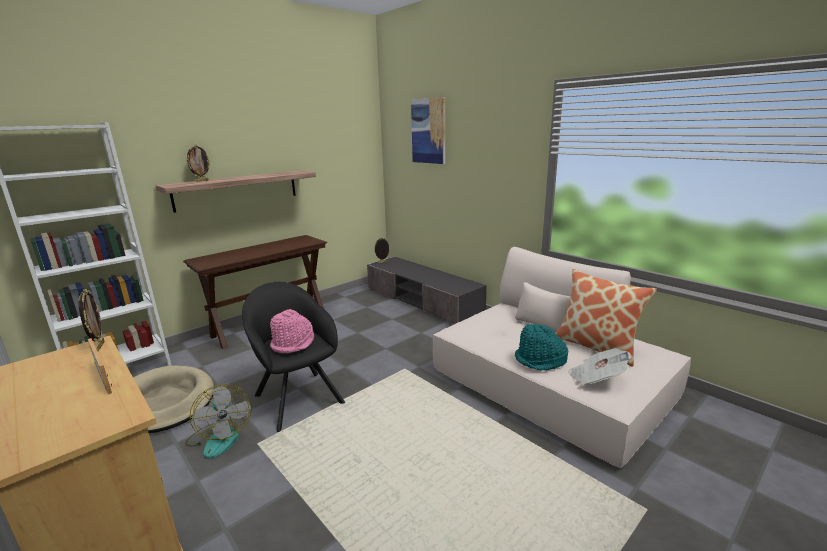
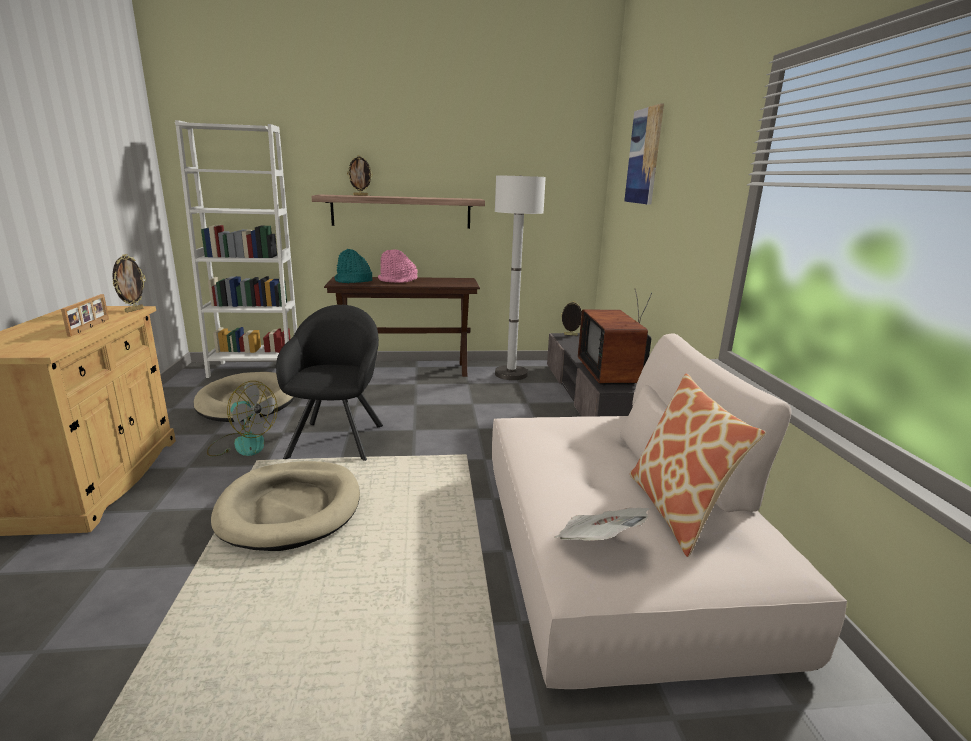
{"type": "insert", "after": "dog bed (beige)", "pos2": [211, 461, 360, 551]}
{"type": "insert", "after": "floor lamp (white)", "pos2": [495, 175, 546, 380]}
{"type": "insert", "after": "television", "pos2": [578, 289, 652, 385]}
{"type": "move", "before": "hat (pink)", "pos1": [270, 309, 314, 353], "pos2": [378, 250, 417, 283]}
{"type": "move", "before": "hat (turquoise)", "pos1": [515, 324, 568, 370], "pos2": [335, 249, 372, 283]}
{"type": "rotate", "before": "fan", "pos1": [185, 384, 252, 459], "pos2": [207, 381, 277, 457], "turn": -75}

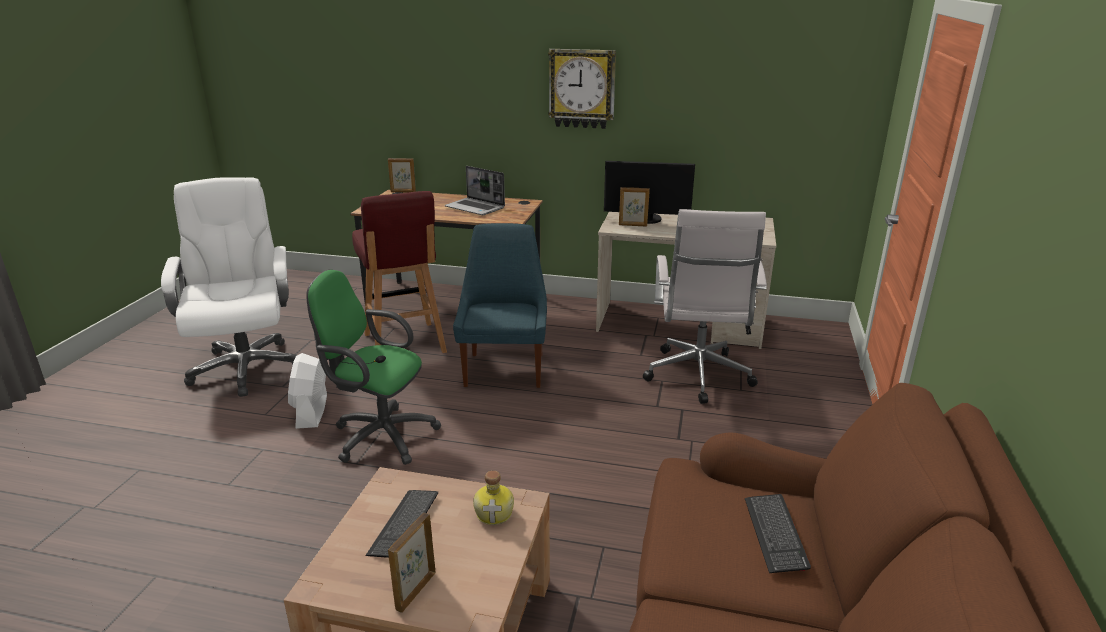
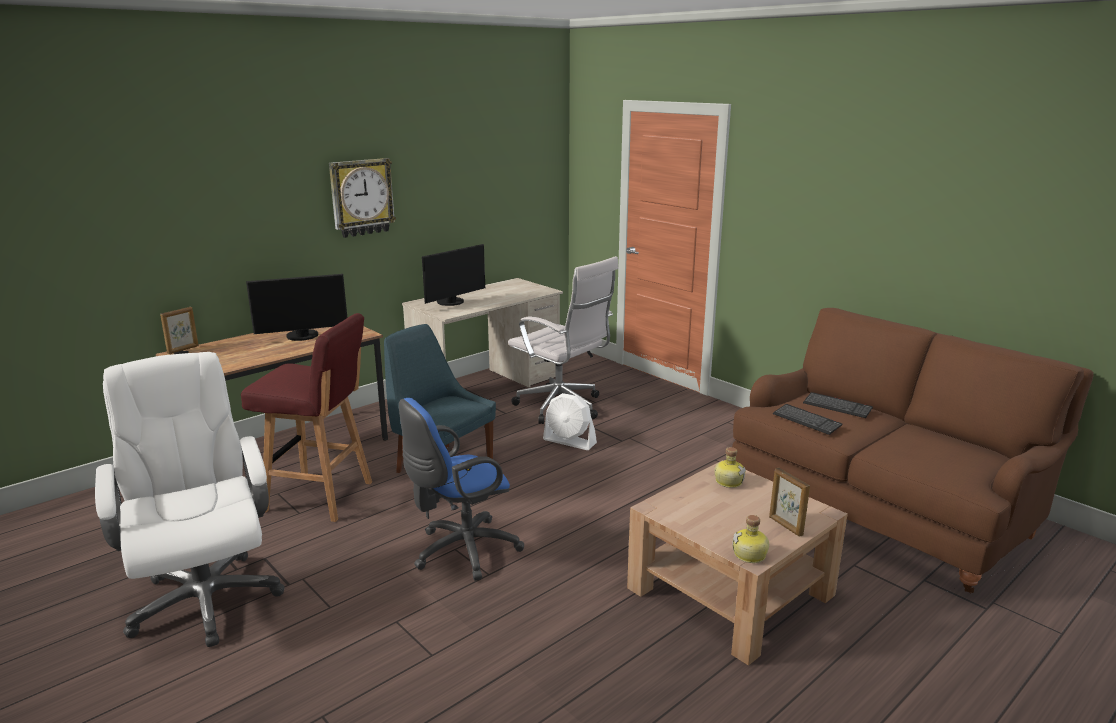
{"type": "delete", "before": "picture frame", "pos1": [619, 187, 650, 227]}
{"type": "insert", "after": "bottle", "pos2": [732, 515, 769, 563]}
{"type": "move", "before": "fan (white)", "pos1": [288, 353, 327, 429], "pos2": [543, 393, 597, 450]}
{"type": "move", "before": "keyboard", "pos1": [365, 490, 438, 558], "pos2": [773, 404, 842, 435]}
{"type": "replace", "before": "laptop", "after": "monitor", "pos1": [445, 166, 505, 215], "pos2": [246, 274, 347, 341]}
{"type": "recolor", "before": "office chair (green)", "after": "office chair (blue)", "pos1": [307, 269, 441, 465], "pos2": [399, 398, 524, 581]}
{"type": "rotate", "before": "office chair (white)", "pos1": [161, 177, 297, 397], "pos2": [95, 352, 285, 647], "turn": 45}

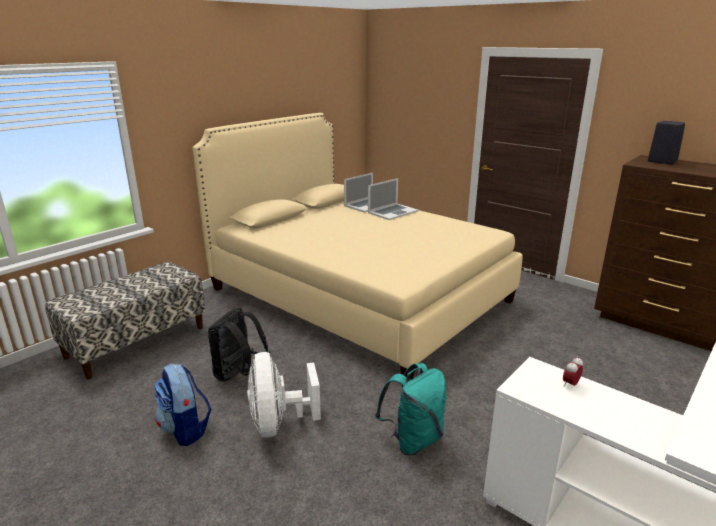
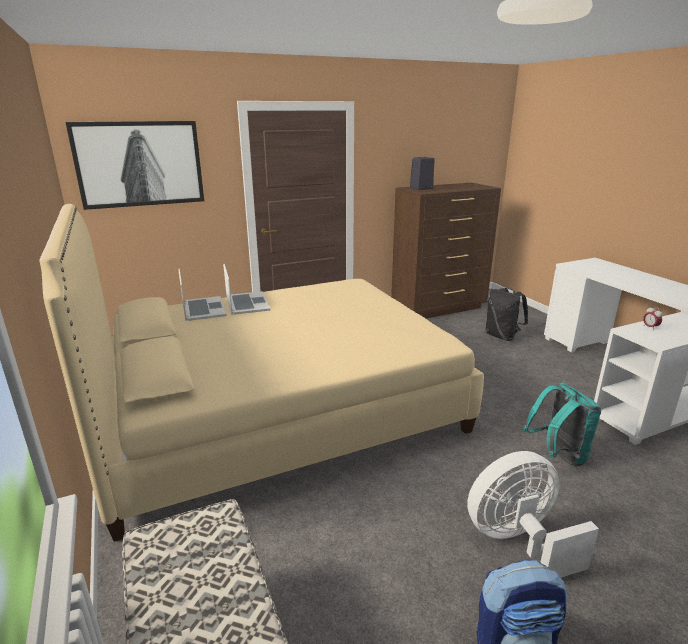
{"type": "insert", "after": "picture", "pos2": [65, 121, 204, 210]}
{"type": "move", "before": "backpack (black)", "pos1": [208, 307, 270, 382], "pos2": [485, 288, 528, 341]}
{"type": "rotate", "before": "fan (white)", "pos1": [247, 352, 321, 437], "pos2": [467, 451, 599, 578], "turn": 150}

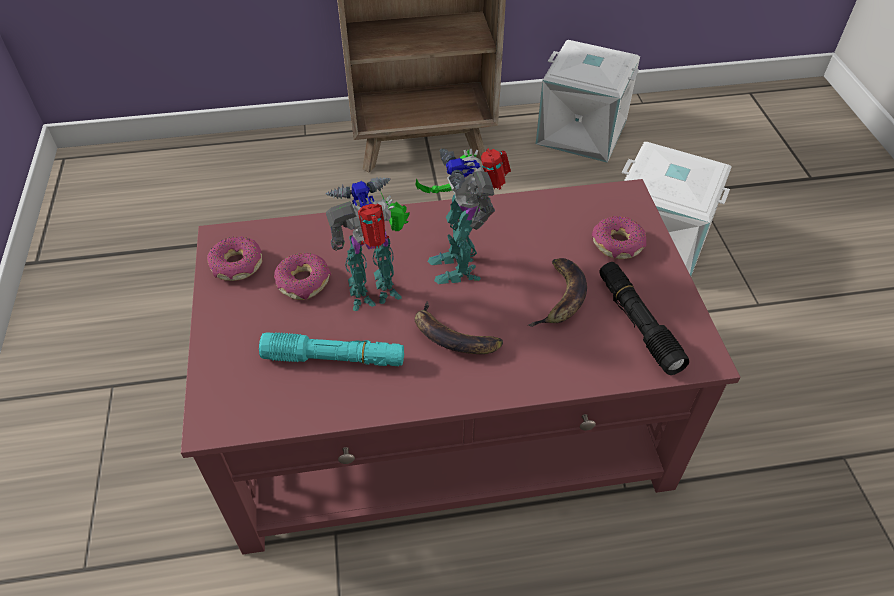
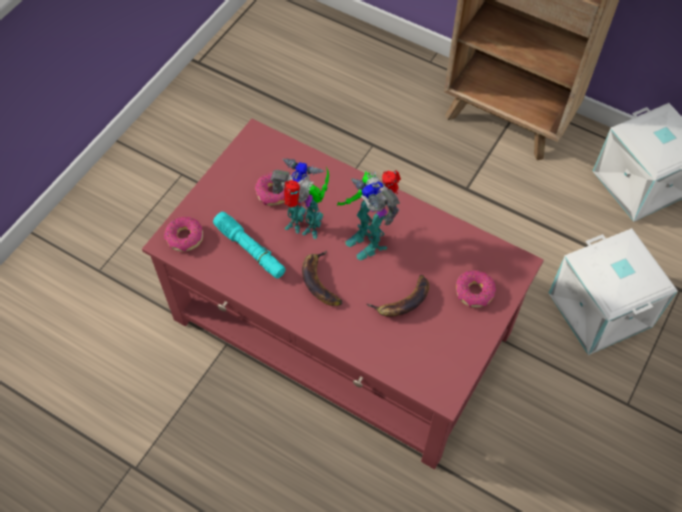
{"type": "delete", "before": "flashlight (black)", "pos1": [599, 262, 689, 375]}
{"type": "move", "before": "donut", "pos1": [207, 236, 262, 281], "pos2": [164, 217, 203, 252]}
{"type": "rotate", "before": "toy robot", "pos1": [415, 148, 511, 284], "pos2": [337, 170, 401, 260], "turn": -60}

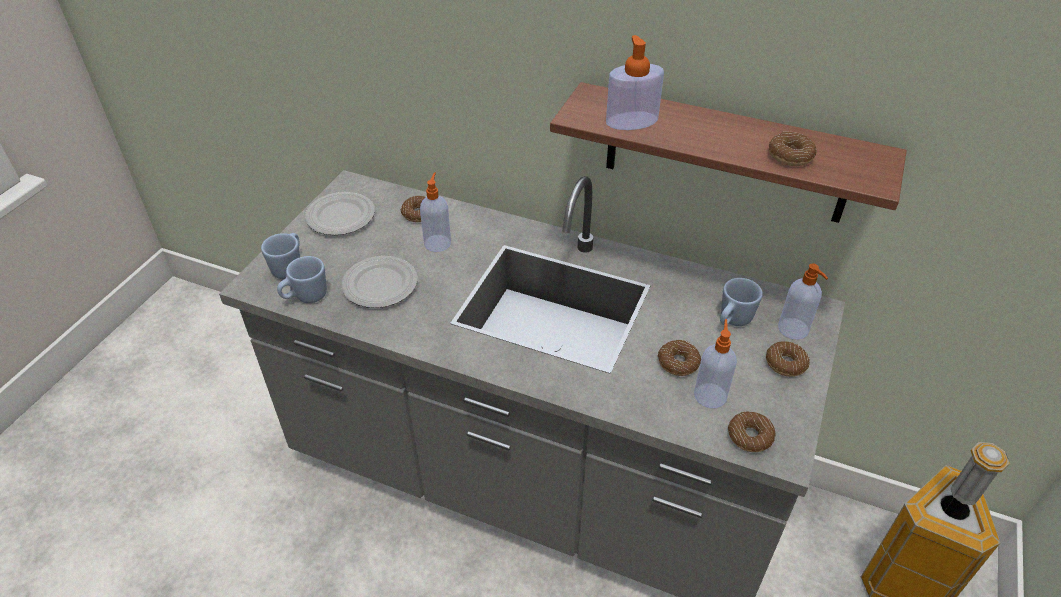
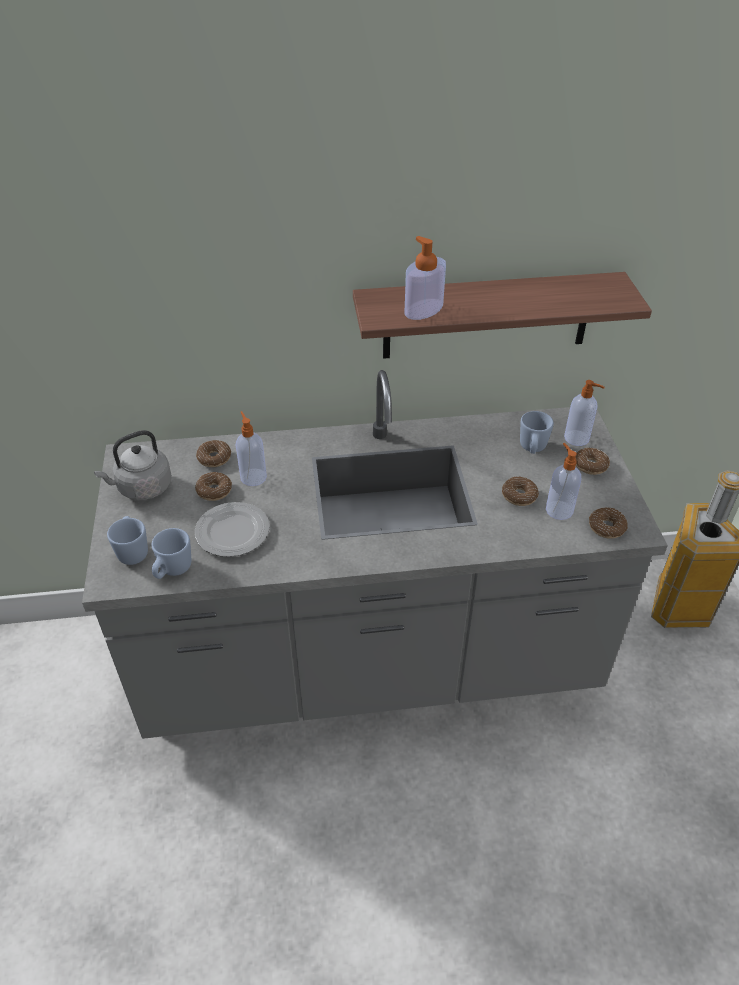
{"type": "move", "before": "donut", "pos1": [769, 132, 816, 166], "pos2": [195, 472, 232, 501]}
{"type": "replace", "before": "plate", "after": "kettle (grey)", "pos1": [305, 192, 375, 235], "pos2": [94, 430, 172, 500]}

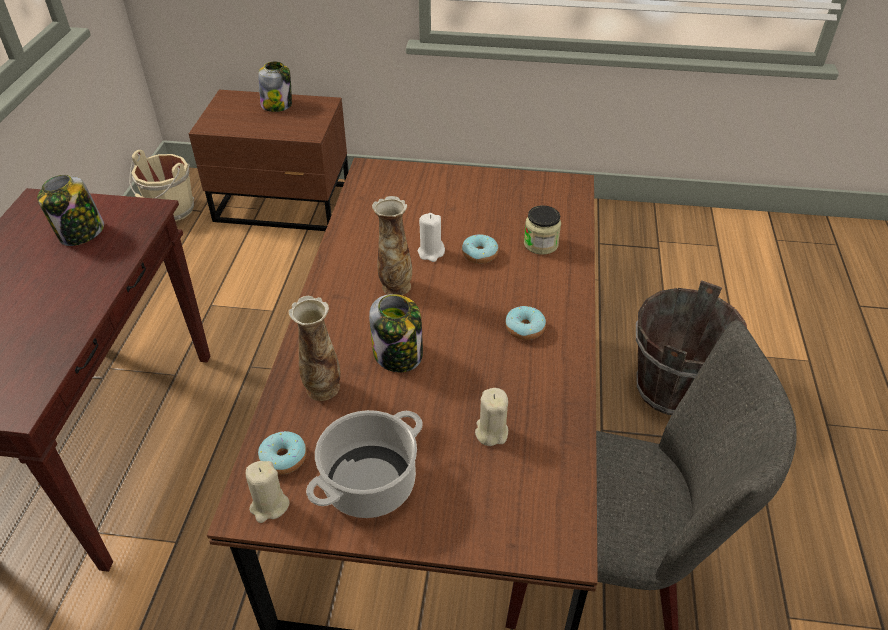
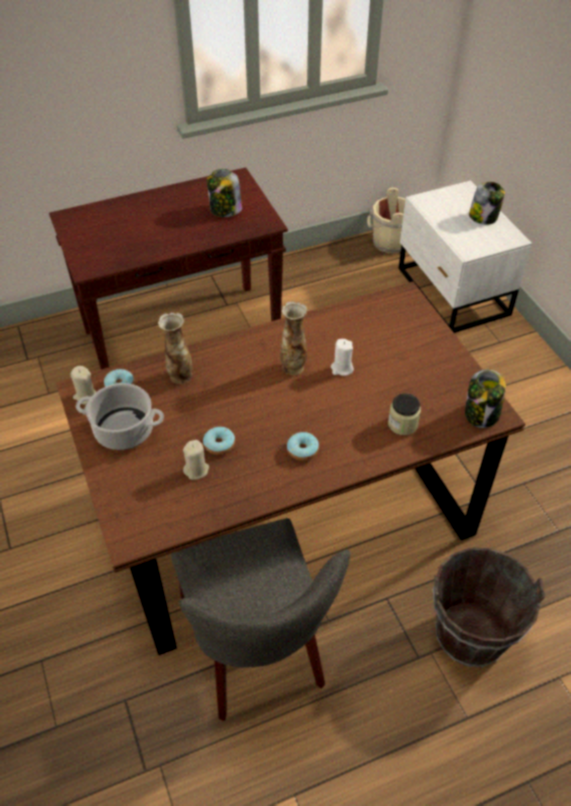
{"type": "move", "before": "jar", "pos1": [369, 294, 423, 372], "pos2": [465, 370, 506, 428]}
{"type": "move", "before": "donut", "pos1": [462, 234, 499, 264], "pos2": [203, 427, 235, 455]}
{"type": "recolor", "before": "nightstand (brown)", "after": "nightstand (white)", "pos1": [189, 90, 349, 231], "pos2": [399, 181, 532, 333]}

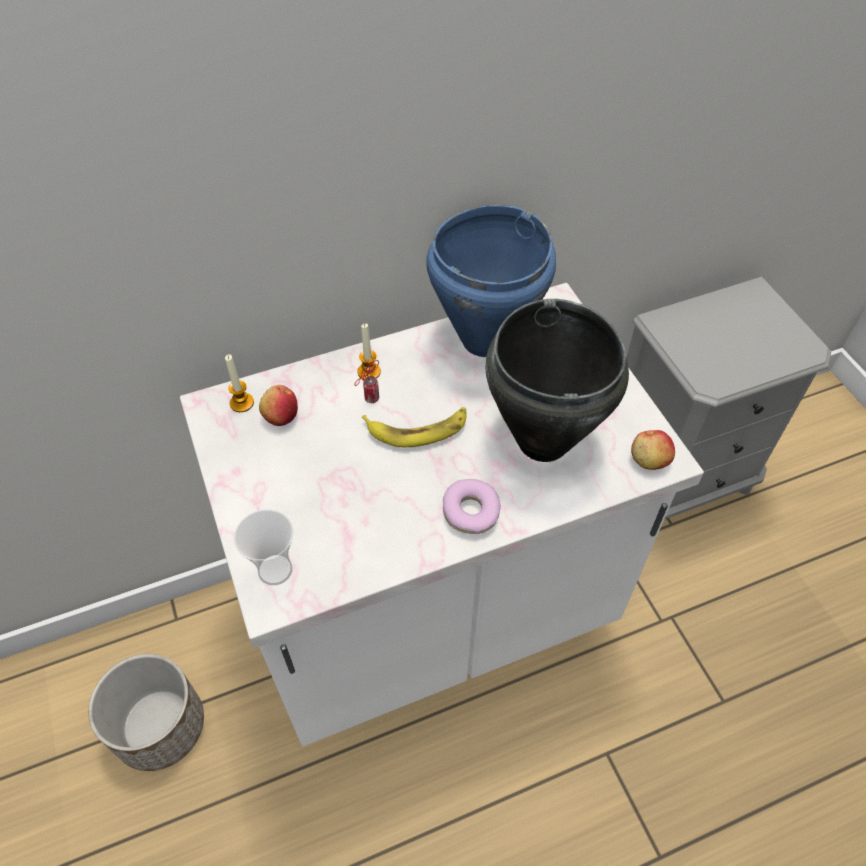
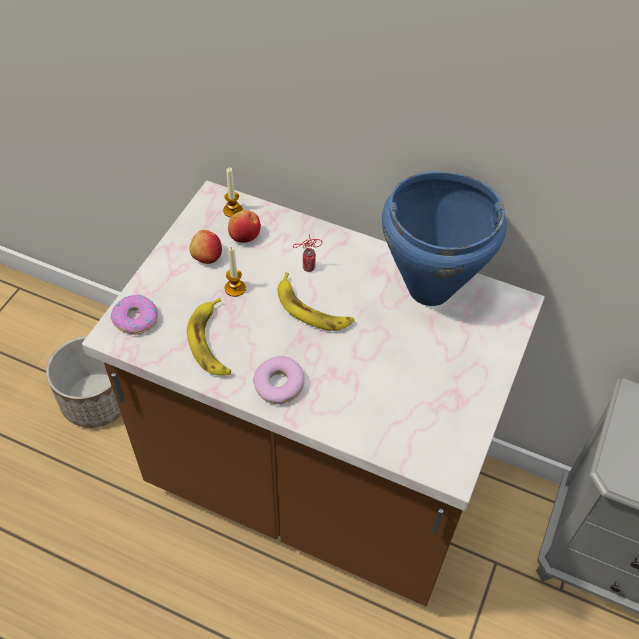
{"type": "delete", "before": "cooking pot (black)", "pos1": [485, 299, 629, 462]}
{"type": "insert", "after": "banana", "pos2": [187, 298, 231, 375]}
{"type": "move", "before": "candle", "pos1": [357, 323, 381, 380], "pos2": [225, 247, 246, 297]}
{"type": "move", "before": "apple", "pos1": [631, 430, 675, 470], "pos2": [189, 230, 222, 264]}
{"type": "replace", "before": "cup", "after": "donut", "pos1": [234, 509, 294, 585], "pos2": [111, 295, 158, 335]}
{"type": "recolor", "before": "counter (white)", "after": "counter (brown)", "pos1": [180, 283, 704, 746], "pos2": [82, 181, 545, 606]}

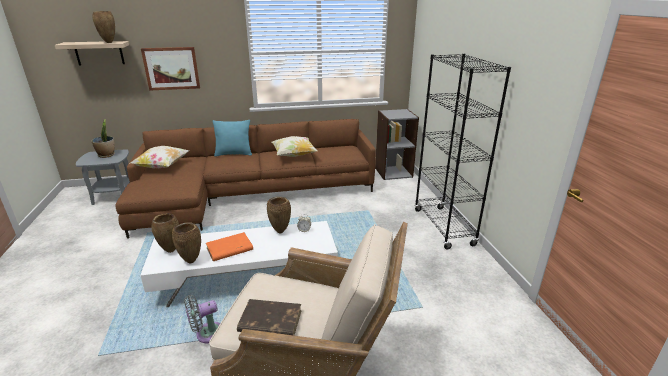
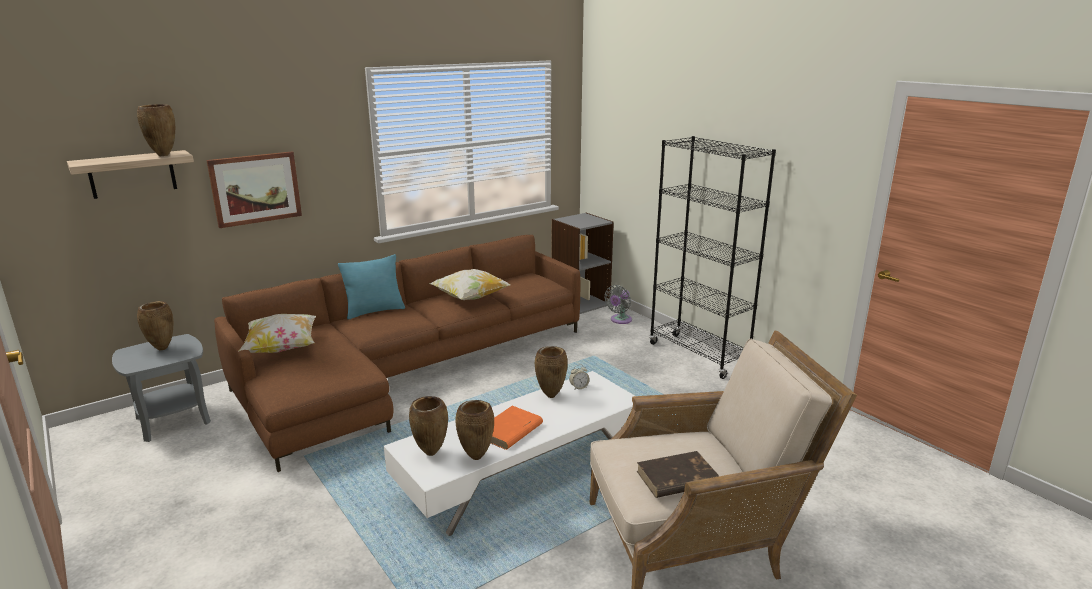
{"type": "move", "before": "fan (grey)", "pos1": [184, 295, 220, 343], "pos2": [604, 285, 632, 324]}
{"type": "replace", "before": "potted plant", "after": "vase (brown)", "pos1": [92, 119, 115, 158], "pos2": [137, 301, 173, 350]}

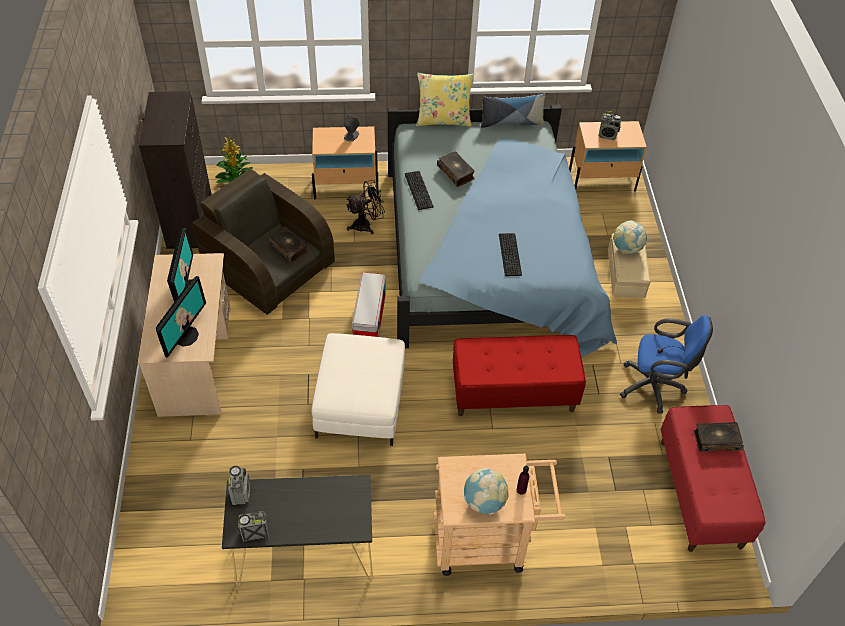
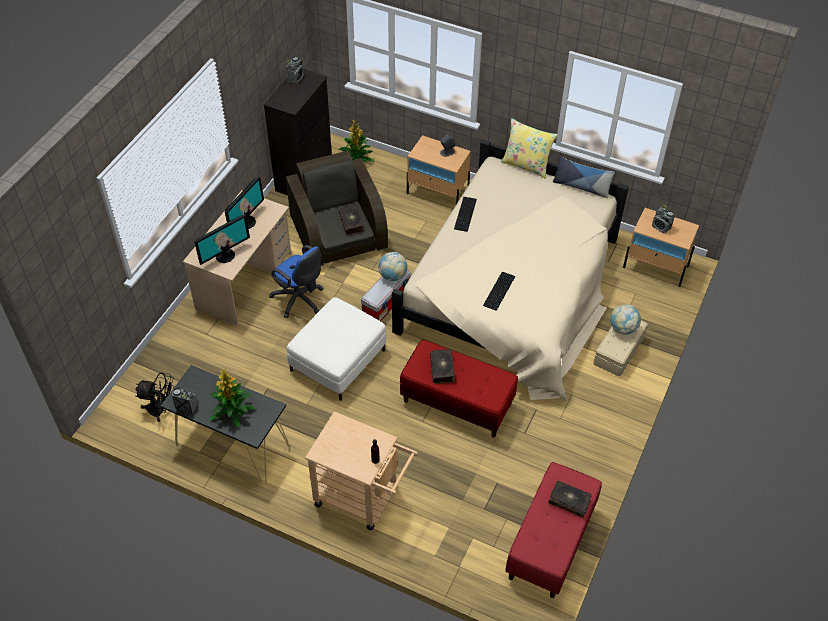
{"type": "insert", "after": "potted plant", "pos2": [209, 368, 256, 427]}
{"type": "move", "before": "radio", "pos1": [228, 466, 250, 505], "pos2": [286, 56, 304, 84]}
{"type": "move", "before": "fan (black)", "pos1": [347, 180, 385, 234], "pos2": [135, 372, 175, 422]}
{"type": "move", "before": "book", "pos1": [437, 151, 475, 187], "pos2": [430, 349, 455, 384]}
{"type": "move", "before": "globe", "pos1": [464, 468, 509, 515], "pos2": [378, 252, 407, 281]}
{"type": "move", "before": "office chair (blue)", "pos1": [620, 315, 713, 414], "pos2": [269, 245, 324, 318]}
{"type": "recolor", "before": "bed (blue)", "after": "bed (beige)", "pos1": [388, 105, 617, 357], "pos2": [392, 139, 629, 401]}

